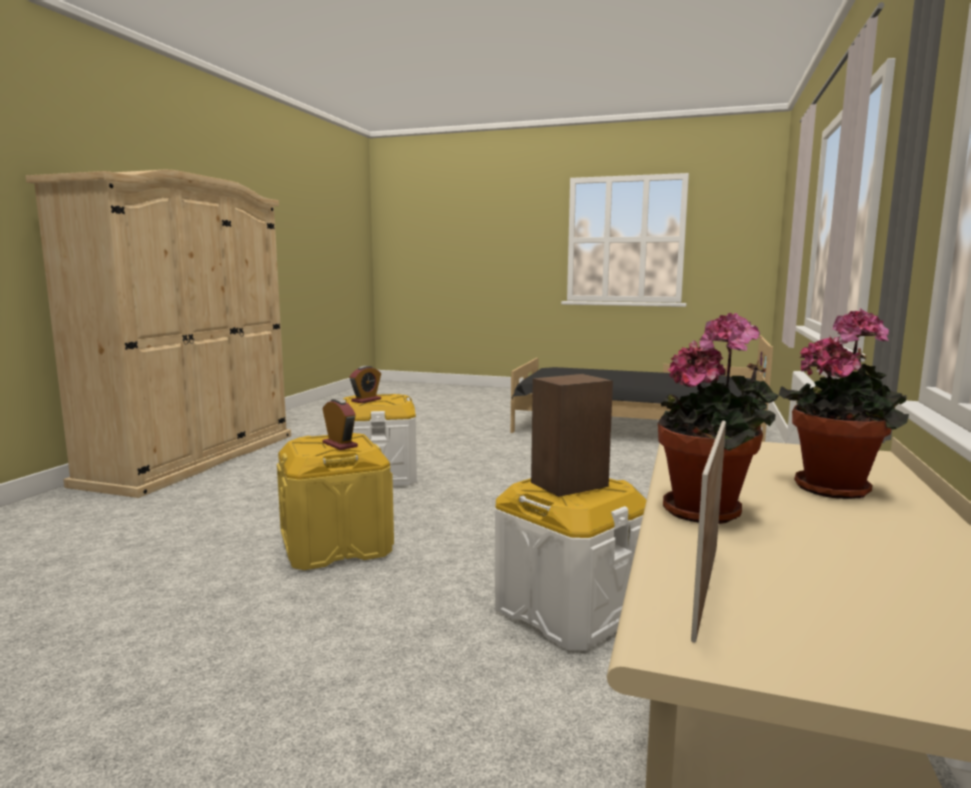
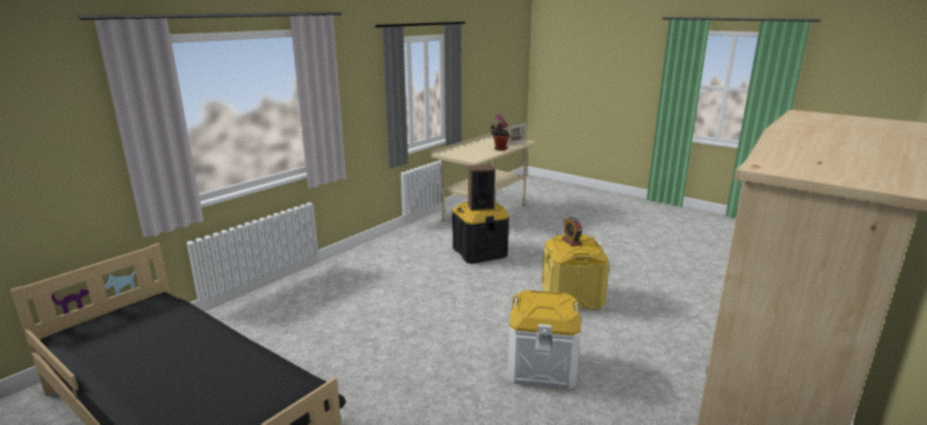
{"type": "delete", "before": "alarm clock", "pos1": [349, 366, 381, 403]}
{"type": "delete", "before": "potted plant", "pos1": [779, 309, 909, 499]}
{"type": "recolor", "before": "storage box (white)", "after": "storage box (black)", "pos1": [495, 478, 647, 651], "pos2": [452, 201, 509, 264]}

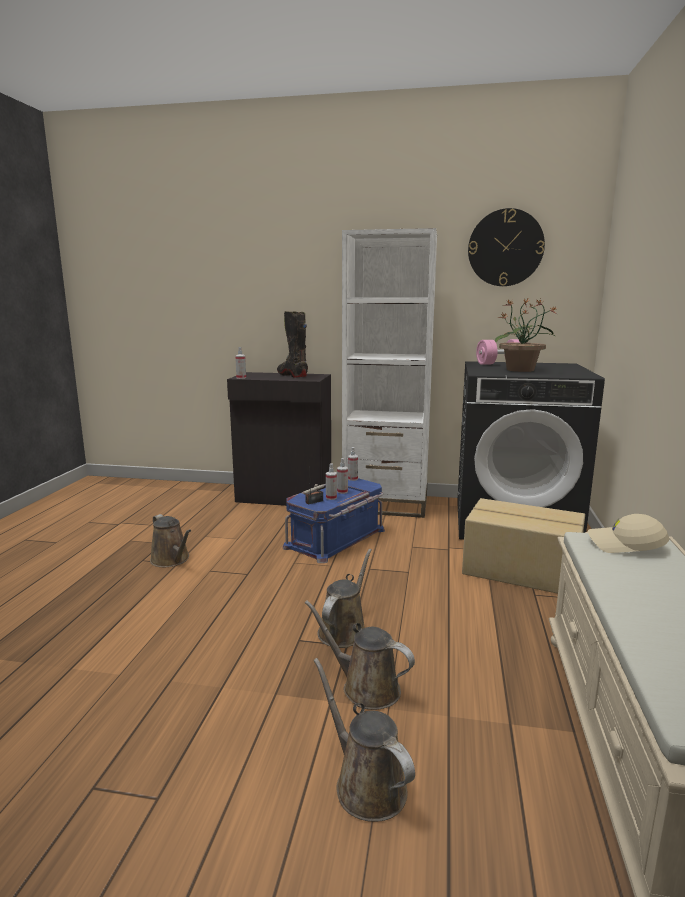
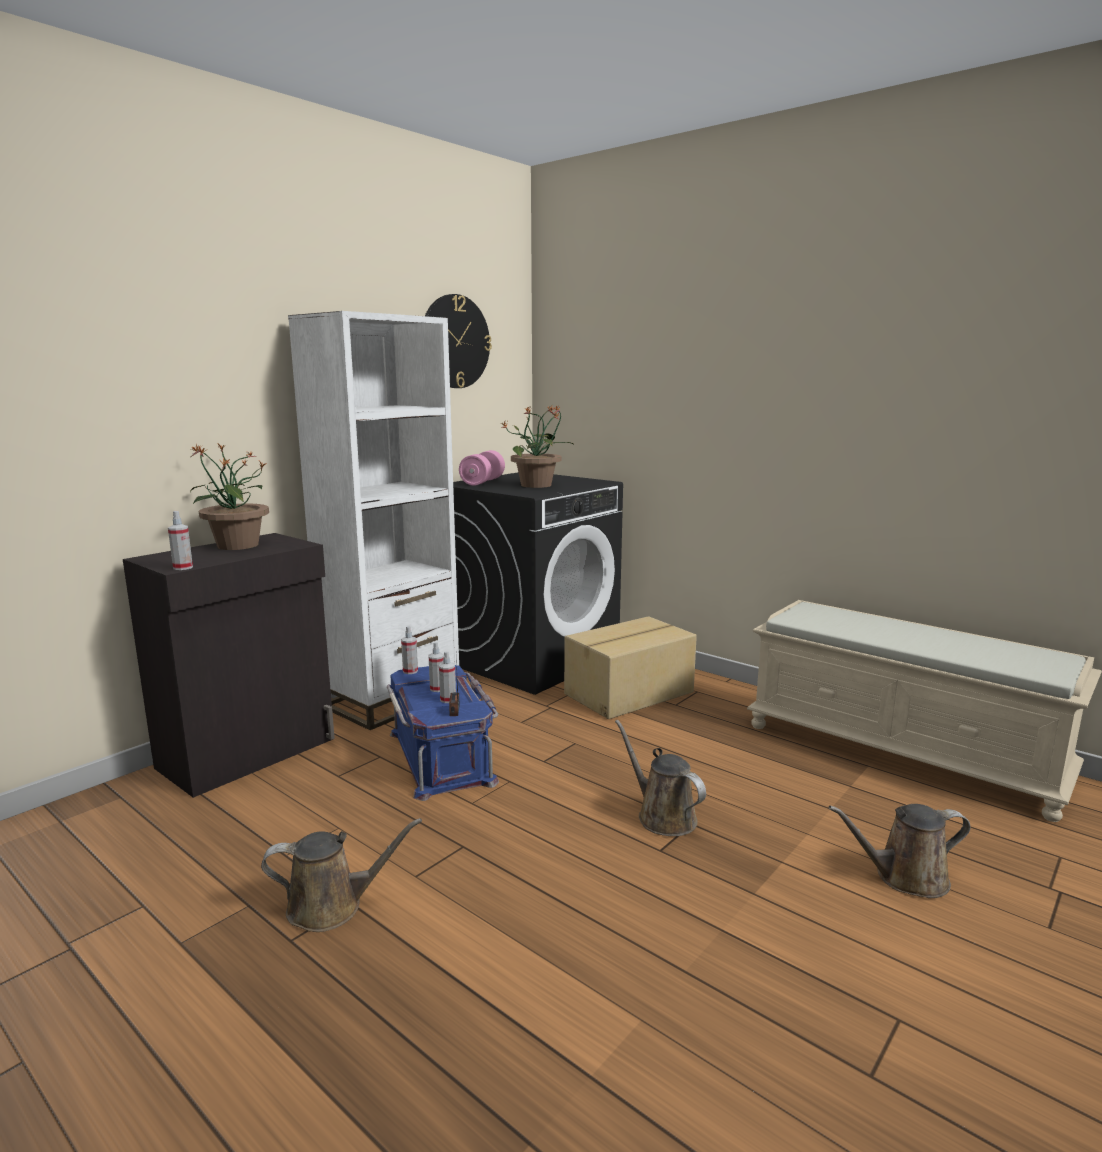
{"type": "delete", "before": "watering can (brown)", "pos1": [305, 600, 415, 710]}
{"type": "delete", "before": "cap (beige)", "pos1": [588, 514, 669, 553]}
{"type": "replace", "before": "boot (black)", "after": "potted plant", "pos1": [277, 311, 308, 378], "pos2": [190, 444, 269, 550]}

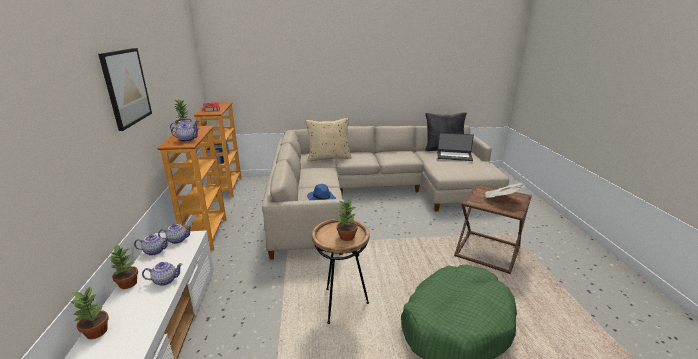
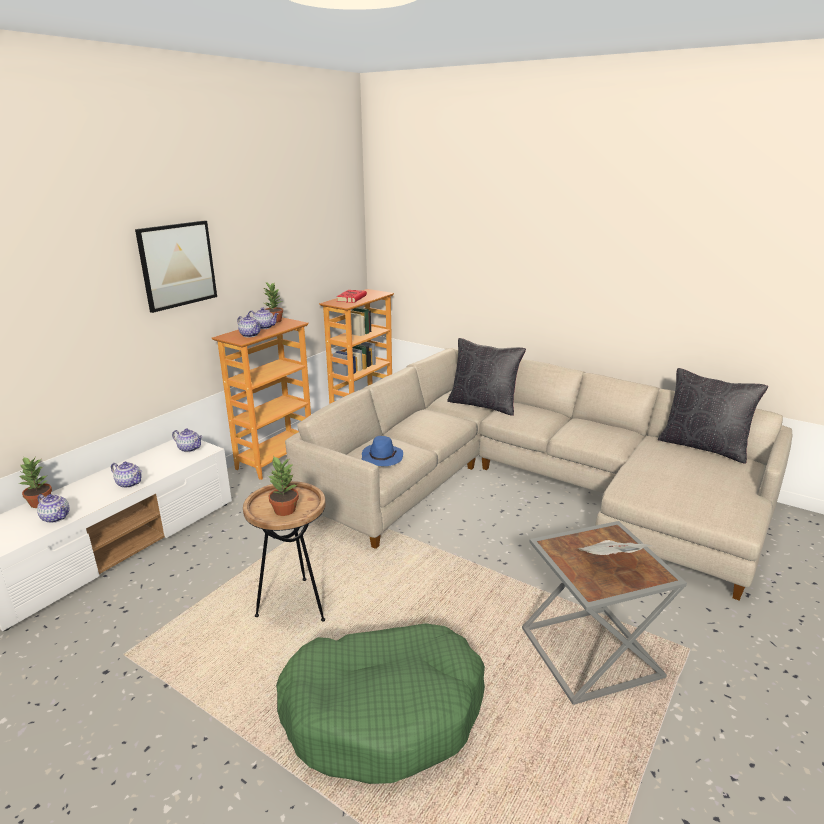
{"type": "delete", "before": "potted plant", "pos1": [109, 245, 138, 289]}
{"type": "delete", "before": "laptop", "pos1": [437, 133, 474, 161]}
{"type": "move", "before": "teapot", "pos1": [134, 234, 170, 256], "pos2": [37, 494, 70, 523]}
{"type": "recolor", "before": "pillow (beige)", "after": "pillow (black)", "pos1": [305, 118, 352, 161], "pos2": [447, 338, 526, 416]}
{"type": "recolor", "before": "side table (brown)", "after": "side table (grey)", "pos1": [454, 183, 532, 274], "pos2": [522, 521, 687, 705]}

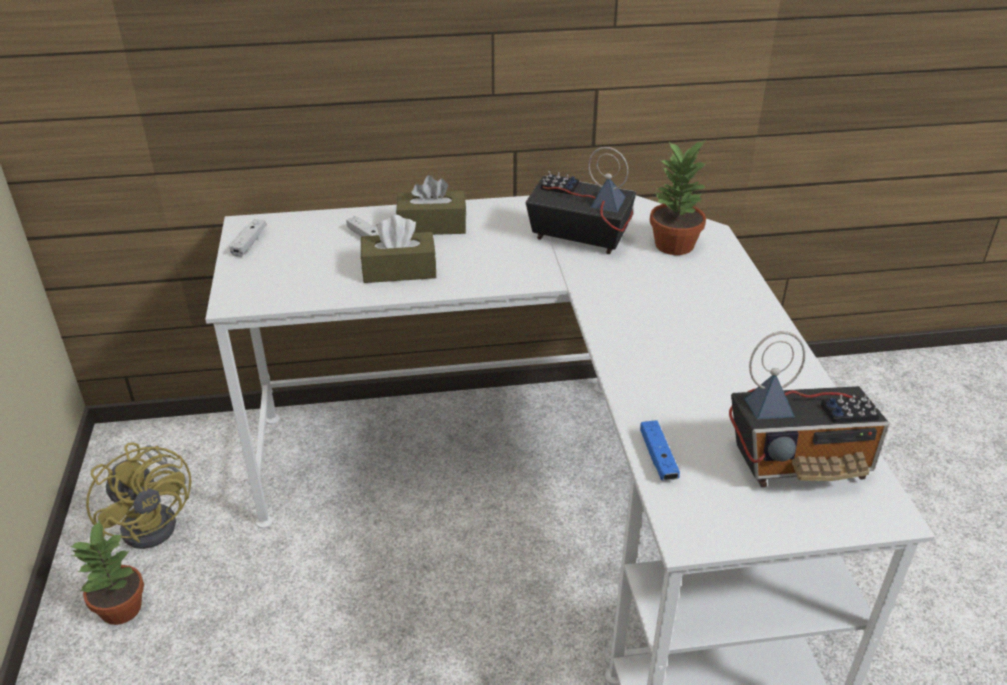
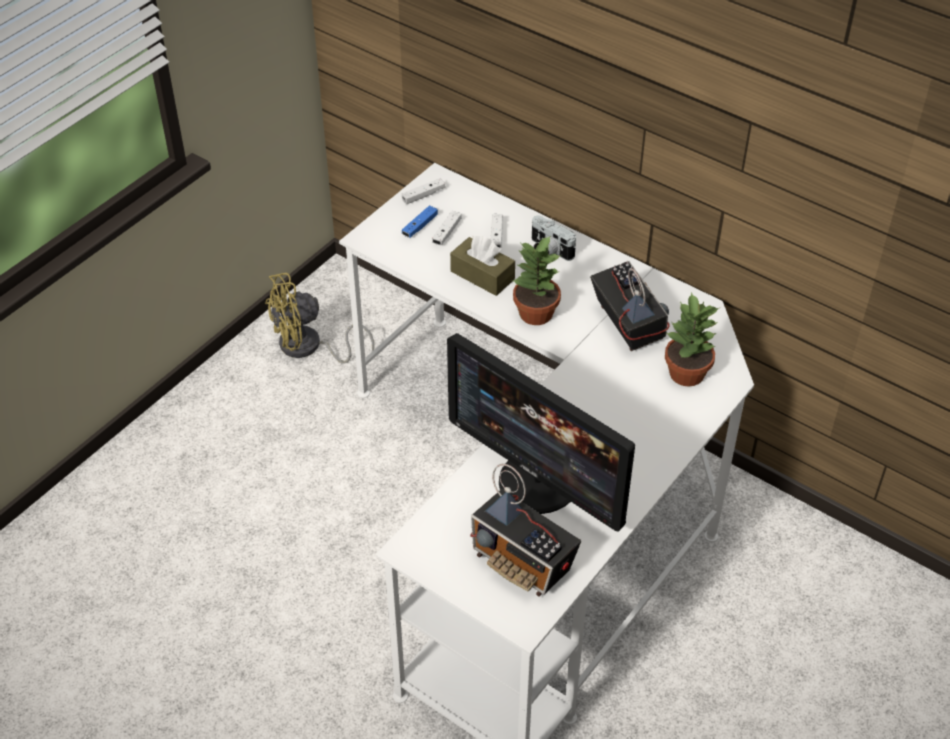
{"type": "insert", "after": "game controller (white)", "pos2": [432, 211, 462, 245]}
{"type": "insert", "after": "monitor", "pos2": [447, 333, 635, 532]}
{"type": "move", "before": "potted plant", "pos1": [70, 519, 144, 625], "pos2": [512, 235, 562, 325]}
{"type": "move", "before": "game controller (blue)", "pos1": [640, 420, 680, 481], "pos2": [402, 205, 438, 238]}
{"type": "replace", "before": "tissue box (brown)", "after": "photo camera", "pos1": [396, 175, 466, 235], "pos2": [532, 216, 576, 261]}
{"type": "rotate", "before": "fan (yellow)", "pos1": [86, 443, 191, 549], "pos2": [265, 273, 374, 364], "turn": 60}

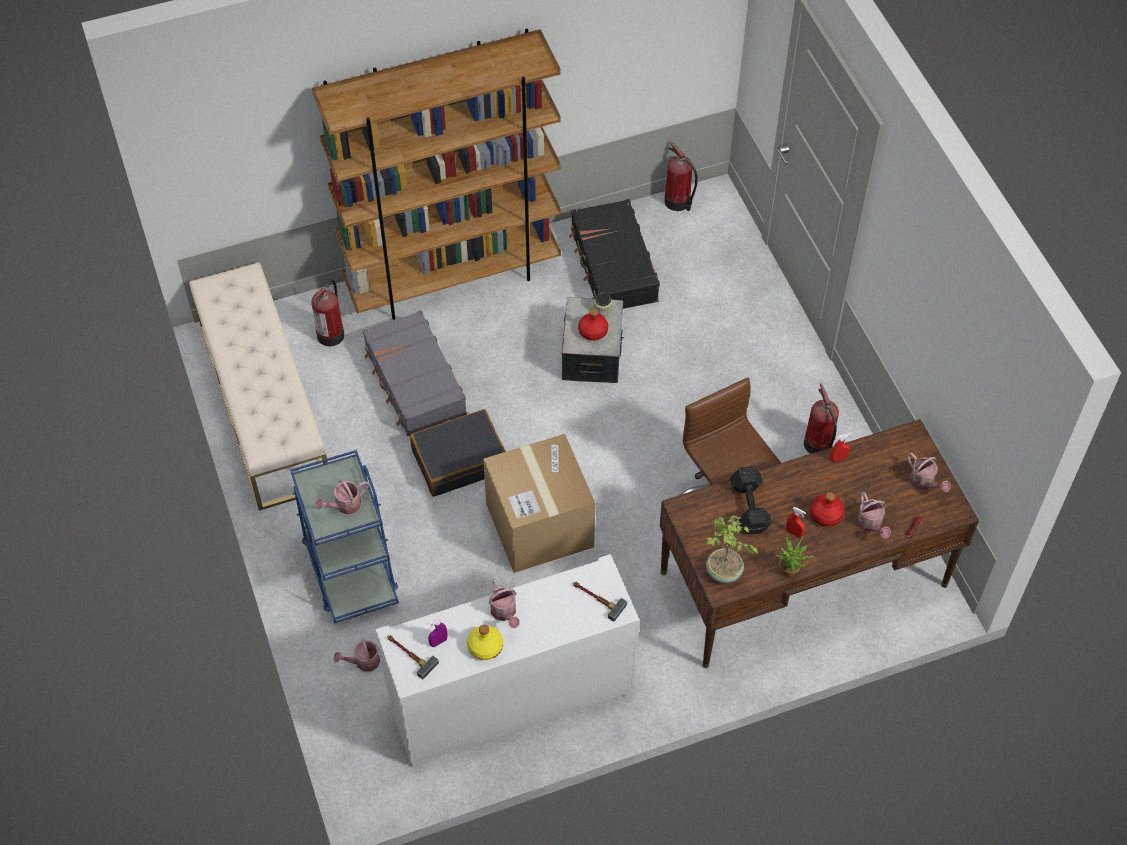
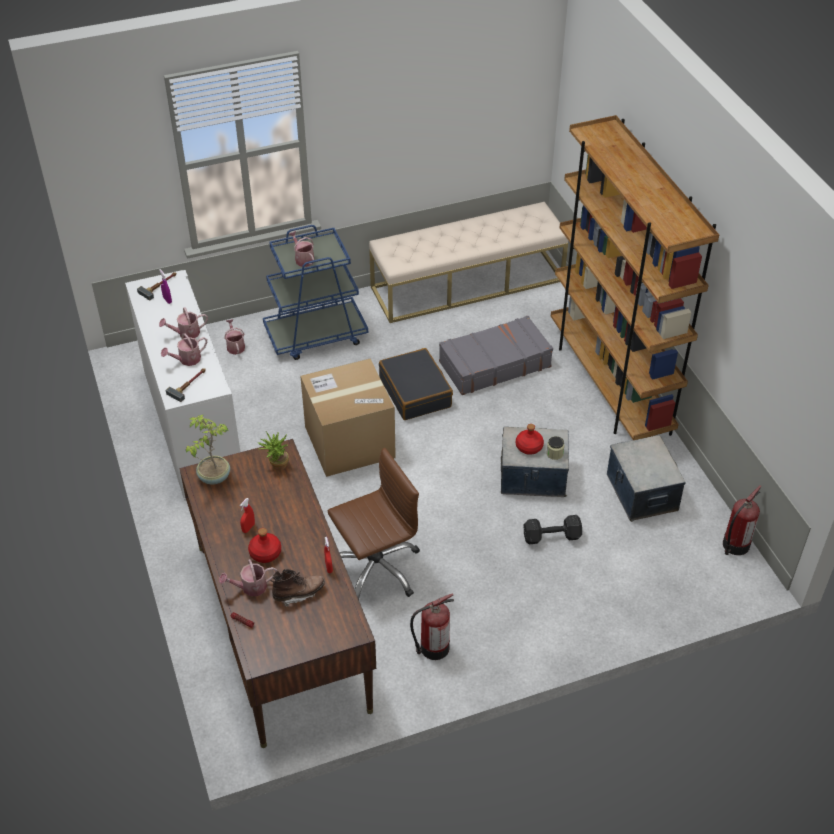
{"type": "delete", "before": "fire extinguisher", "pos1": [311, 279, 344, 346]}
{"type": "delete", "before": "bottle (yellow)", "pos1": [467, 625, 503, 660]}
{"type": "insert", "after": "boot (brown)", "pos2": [271, 569, 325, 607]}
{"type": "move", "before": "dumbbell (black)", "pos1": [730, 466, 772, 535], "pos2": [523, 515, 582, 544]}
{"type": "move", "before": "potted plant", "pos1": [776, 537, 814, 577], "pos2": [258, 431, 289, 471]}
{"type": "move", "before": "watering can", "pos1": [907, 453, 951, 492], "pos2": [161, 333, 207, 366]}
{"type": "replace", "before": "suitcase (black)", "after": "storage box", "pos1": [569, 199, 660, 309], "pos2": [607, 435, 686, 522]}

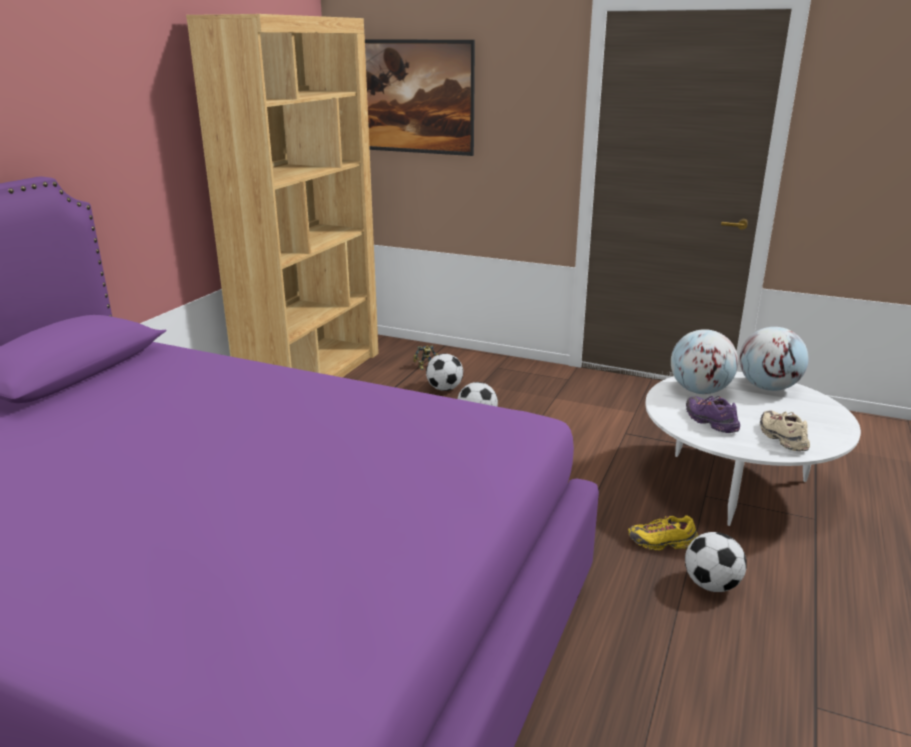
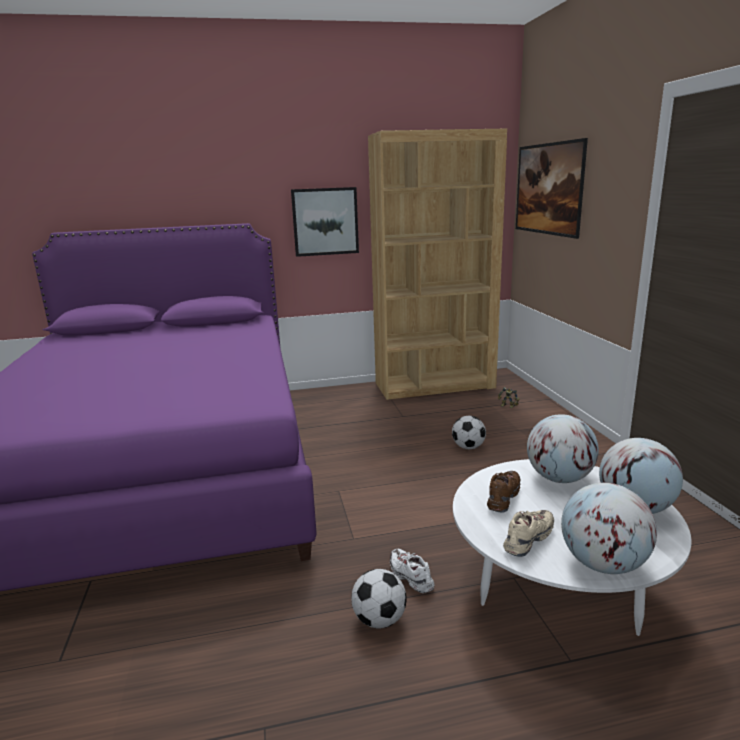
{"type": "delete", "before": "football", "pos1": [426, 354, 463, 391]}
{"type": "insert", "after": "picture", "pos2": [291, 187, 359, 257]}
{"type": "insert", "after": "globe", "pos2": [561, 483, 657, 574]}
{"type": "recolor", "before": "shoe (yellow)", "after": "shoe (white)", "pos1": [628, 515, 699, 551], "pos2": [390, 549, 434, 593]}
{"type": "recolor", "before": "shoe (purple)", "after": "shoe (brown)", "pos1": [686, 396, 740, 433], "pos2": [487, 471, 520, 512]}

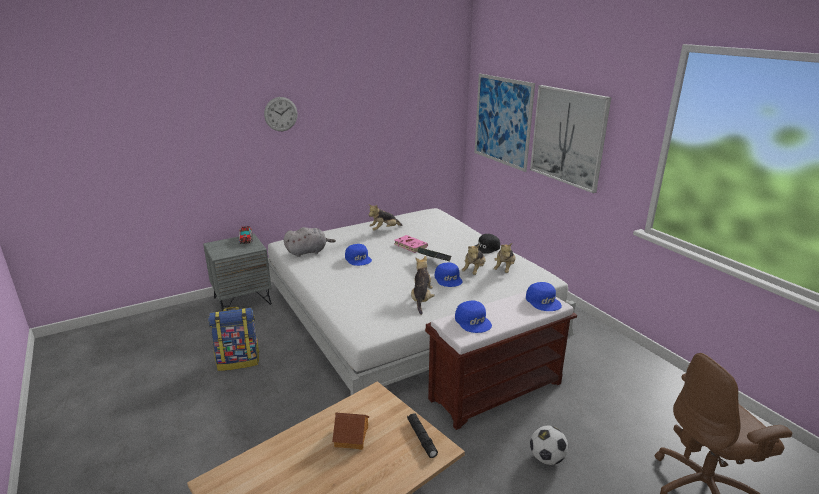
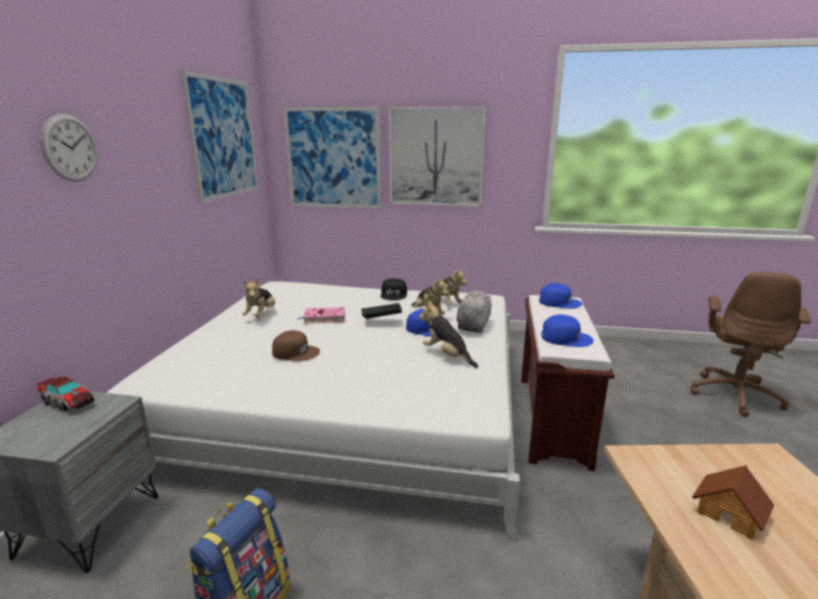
{"type": "delete", "before": "flashlight (black)", "pos1": [407, 413, 438, 458]}
{"type": "delete", "before": "football", "pos1": [530, 426, 568, 465]}
{"type": "insert", "after": "picture", "pos2": [181, 70, 258, 203]}
{"type": "move", "before": "plush toy (grey)", "pos1": [284, 227, 336, 257], "pos2": [456, 291, 491, 333]}
{"type": "recolor", "before": "cap (blue)", "after": "cap (brown)", "pos1": [345, 244, 372, 266], "pos2": [272, 330, 320, 361]}

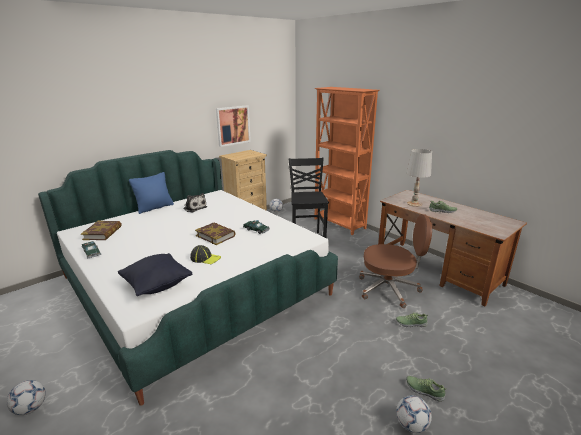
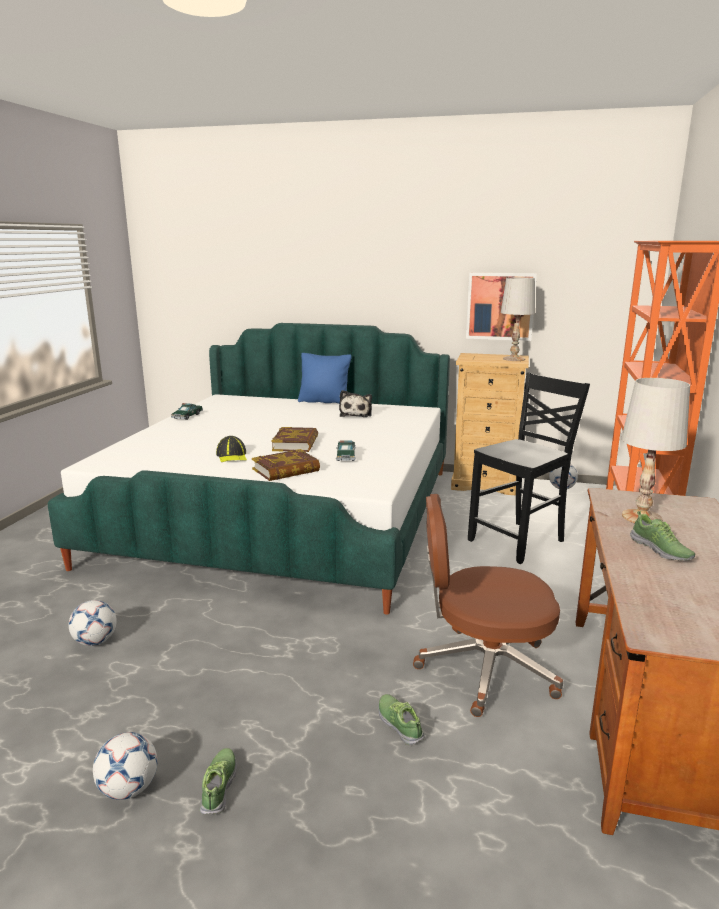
{"type": "delete", "before": "pillow (black)", "pos1": [118, 253, 193, 296]}
{"type": "insert", "after": "table lamp (white)", "pos2": [501, 277, 535, 361]}
{"type": "move", "before": "football", "pos1": [7, 380, 46, 415], "pos2": [69, 600, 117, 646]}
{"type": "move", "before": "book", "pos1": [81, 221, 122, 240], "pos2": [252, 449, 320, 481]}
{"type": "rotate", "before": "office chair (brown)", "pos1": [359, 214, 432, 308], "pos2": [413, 494, 563, 717], "turn": 120}

